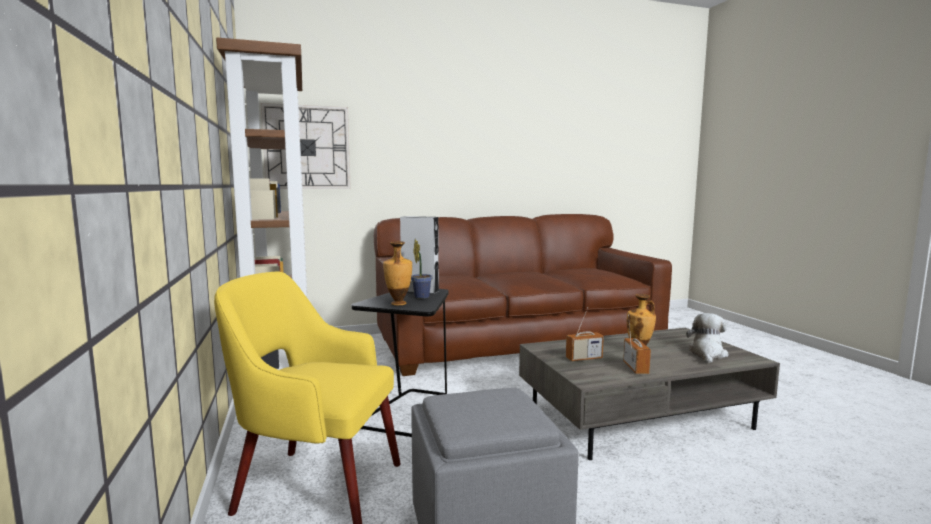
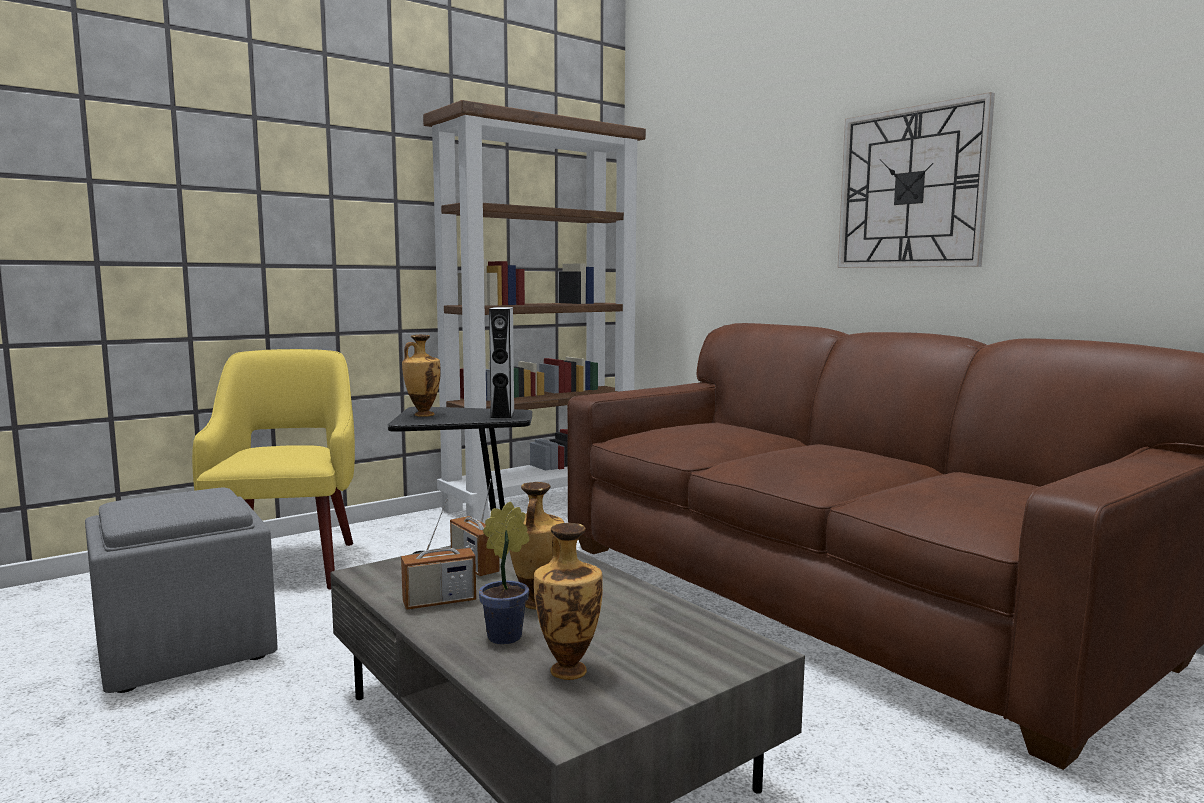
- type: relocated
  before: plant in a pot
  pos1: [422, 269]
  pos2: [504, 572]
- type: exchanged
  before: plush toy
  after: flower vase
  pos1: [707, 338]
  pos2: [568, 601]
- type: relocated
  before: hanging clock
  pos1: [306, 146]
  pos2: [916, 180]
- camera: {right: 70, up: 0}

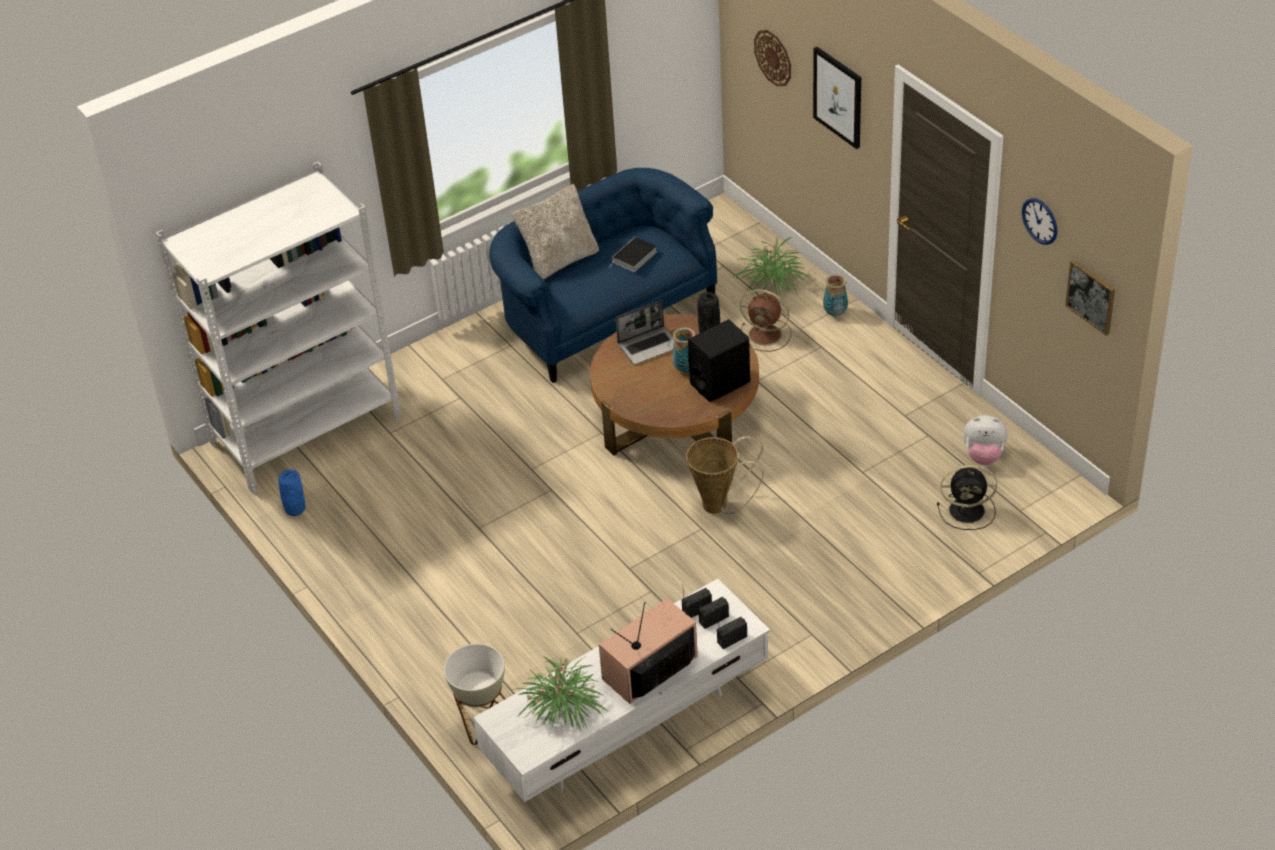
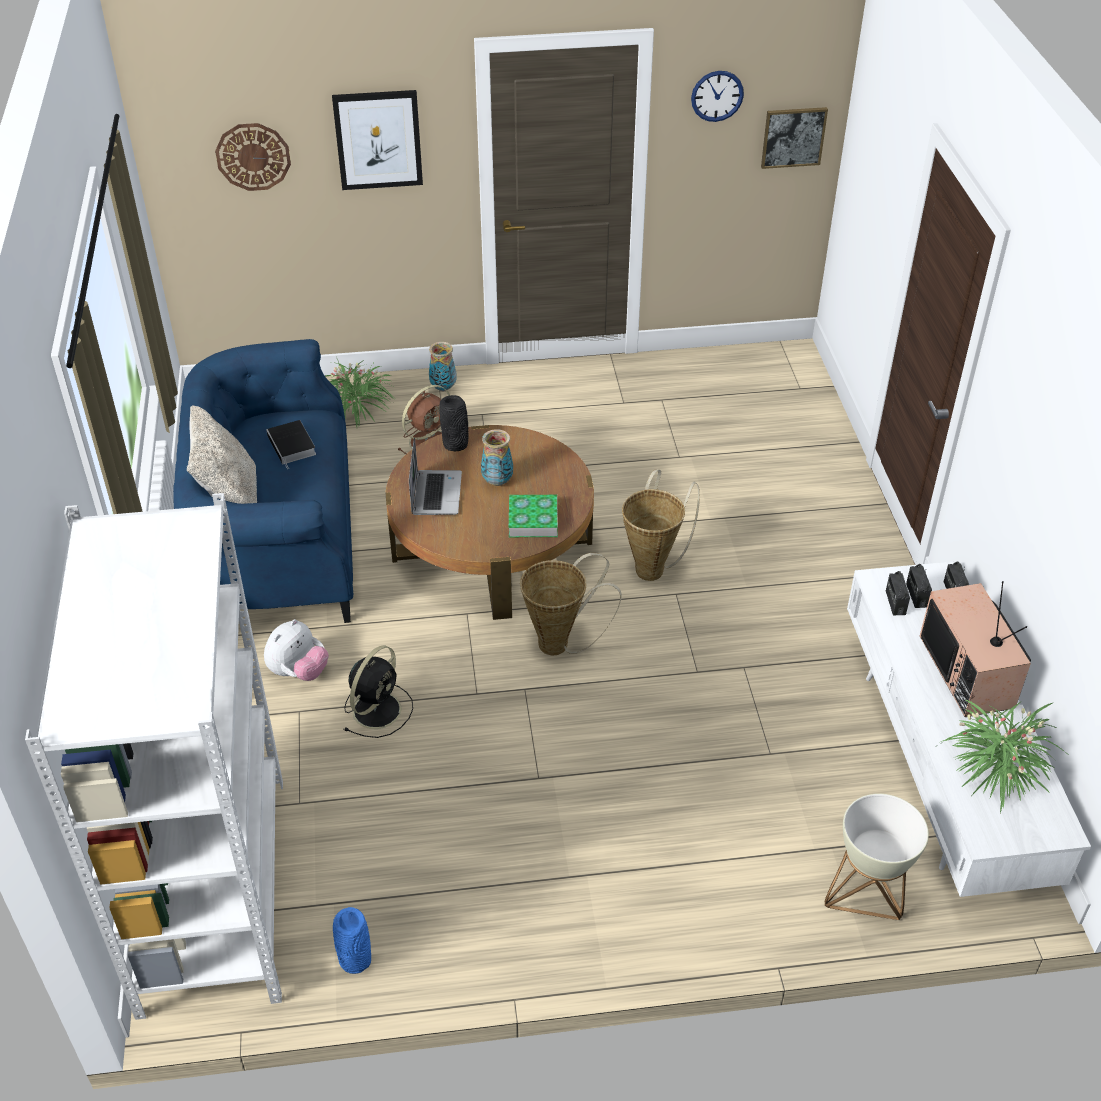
- type: relocated
  before: plush toy
  pos1: [985, 440]
  pos2: [296, 650]
- type: relocated
  before: blackish electric fan
  pos1: [967, 497]
  pos2: [378, 691]
- type: appeared
  after: bound book
  pos2: [533, 516]
- type: appeared
  after: storage basket
  pos2: [571, 604]
- type: missing
  before: blackish speaker
  pos1: [719, 360]
- camera: {right: -65, up: 0}

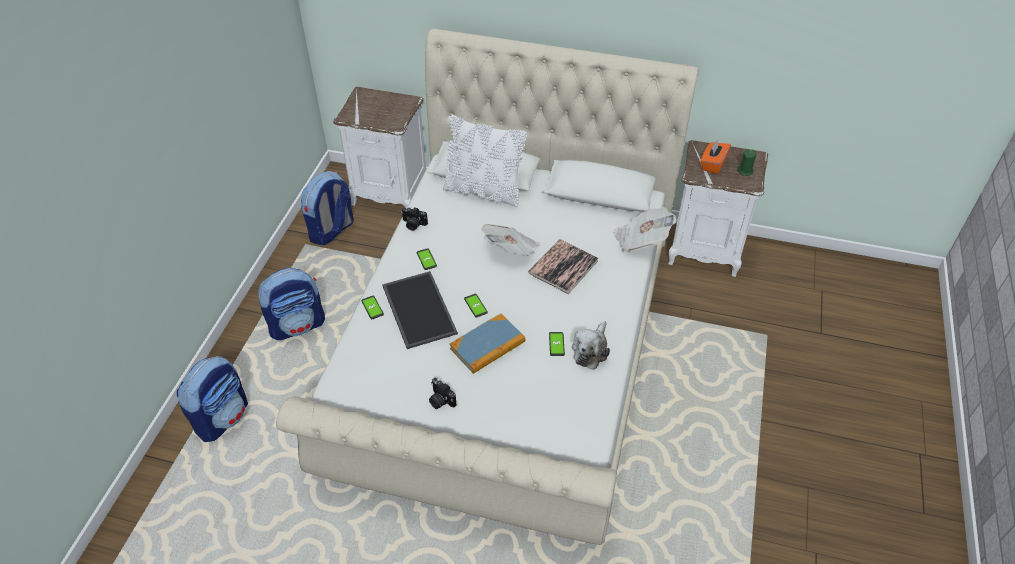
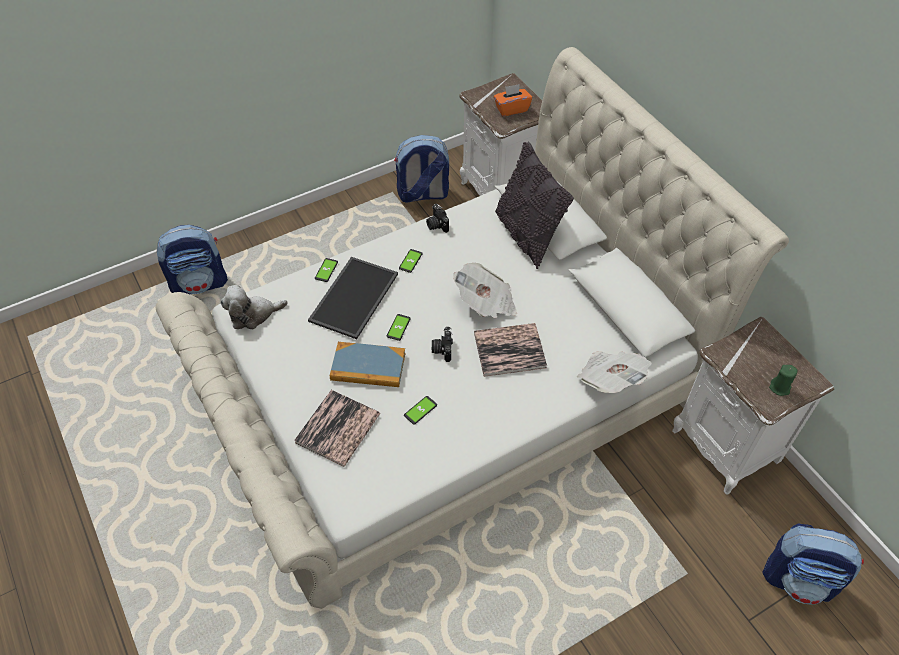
- type: relocated
  before: plush toy
  pos1: [591, 345]
  pos2: [254, 307]
- type: appeared
  after: bound book
  pos2: [337, 428]
- type: relocated
  before: photo camera
  pos1: [443, 393]
  pos2: [442, 344]
- type: relocated
  before: orange tissue holder
  pos1: [716, 157]
  pos2: [513, 100]
- type: colour
  before: whitish cushion
  after: blackish cushion
  pos1: [485, 161]
  pos2: [534, 205]
- type: relocated
  before: rucksack
  pos1: [291, 304]
  pos2: [813, 564]
- camera: {right: 45, up: 5}

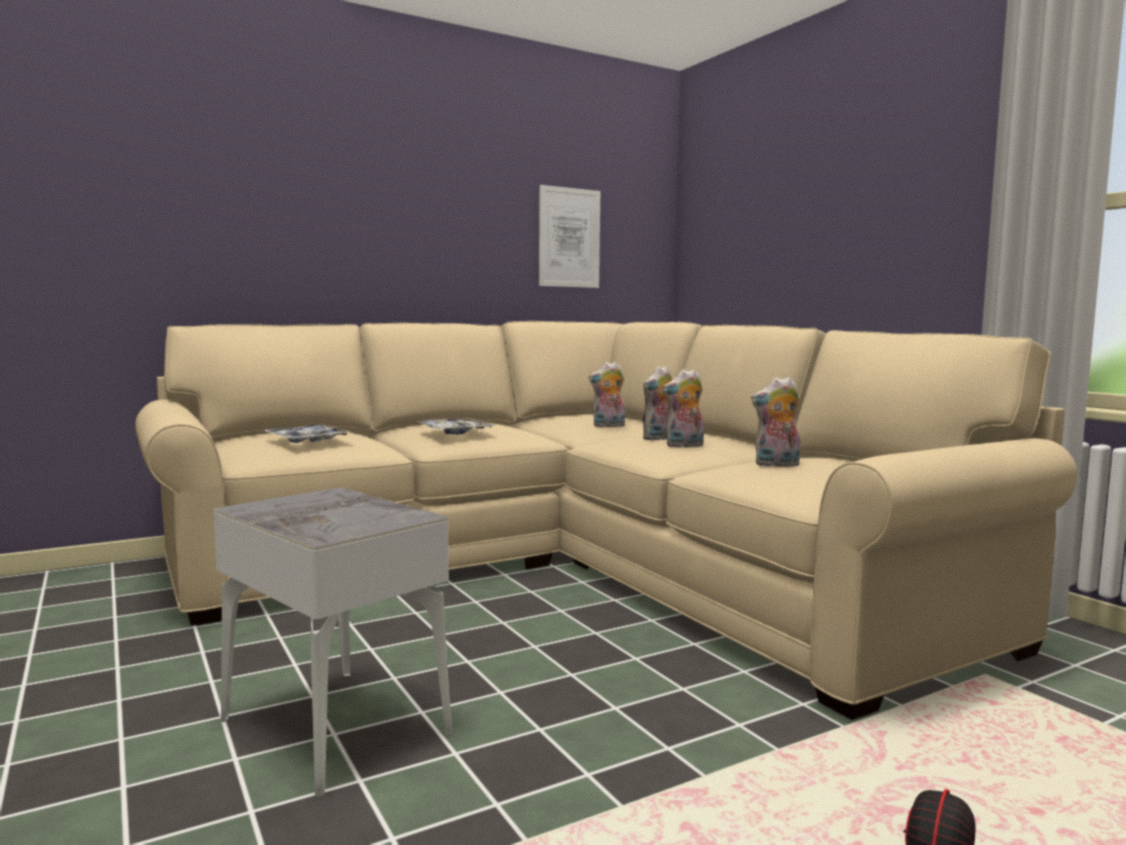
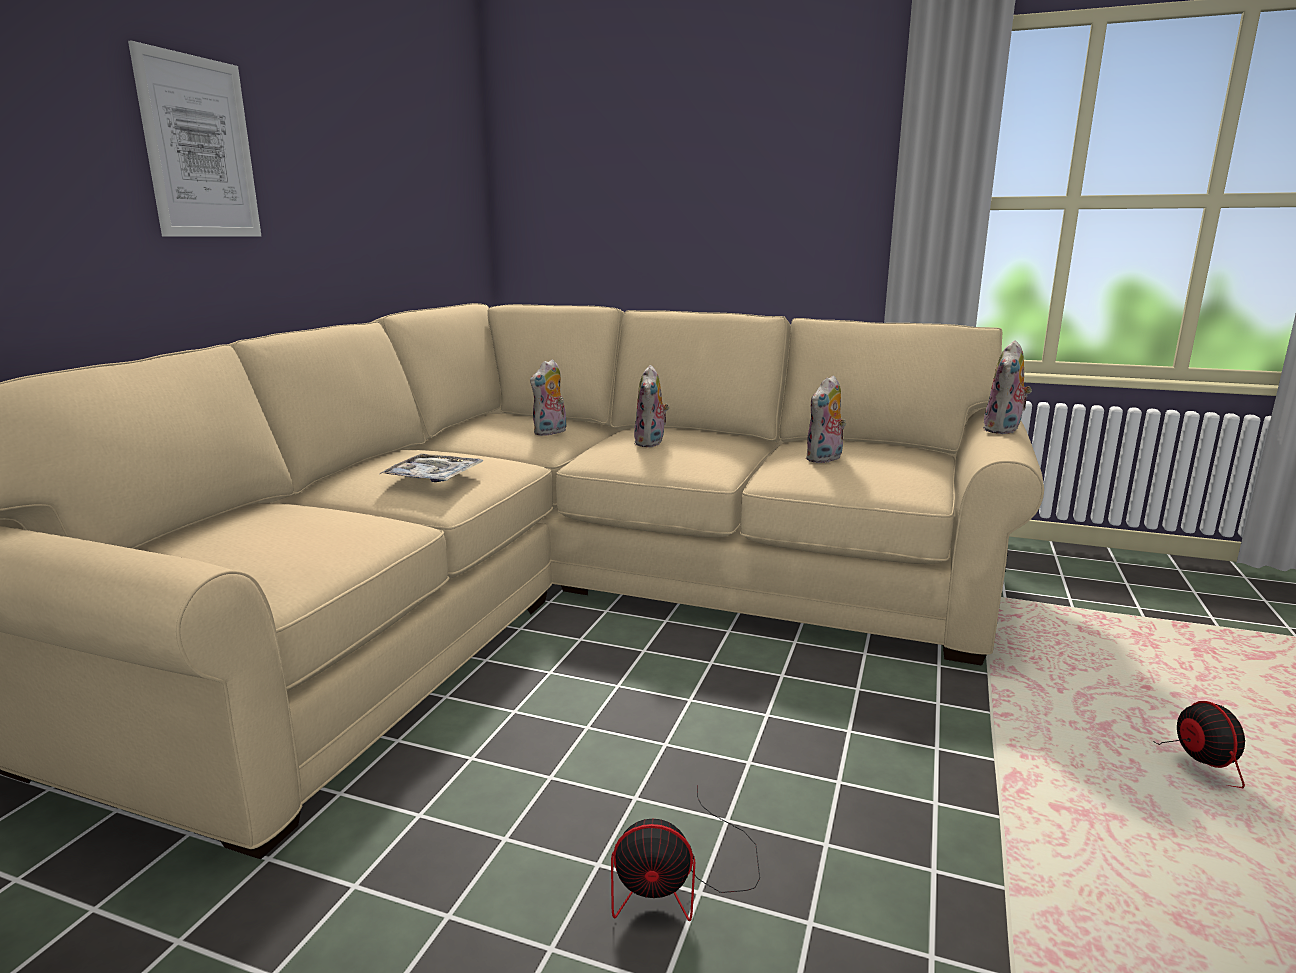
- type: relocated
  before: wall picture
  pos1: [569, 236]
  pos2: [194, 139]
- type: exchanged
  before: end table
  after: electric fan
  pos1: [332, 642]
  pos2: [685, 853]
- type: relocated
  before: plush toy
  pos1: [683, 408]
  pos2: [1007, 387]
- type: missing
  before: serving tray
  pos1: [307, 433]
- camera: {right: -40, up: 10}

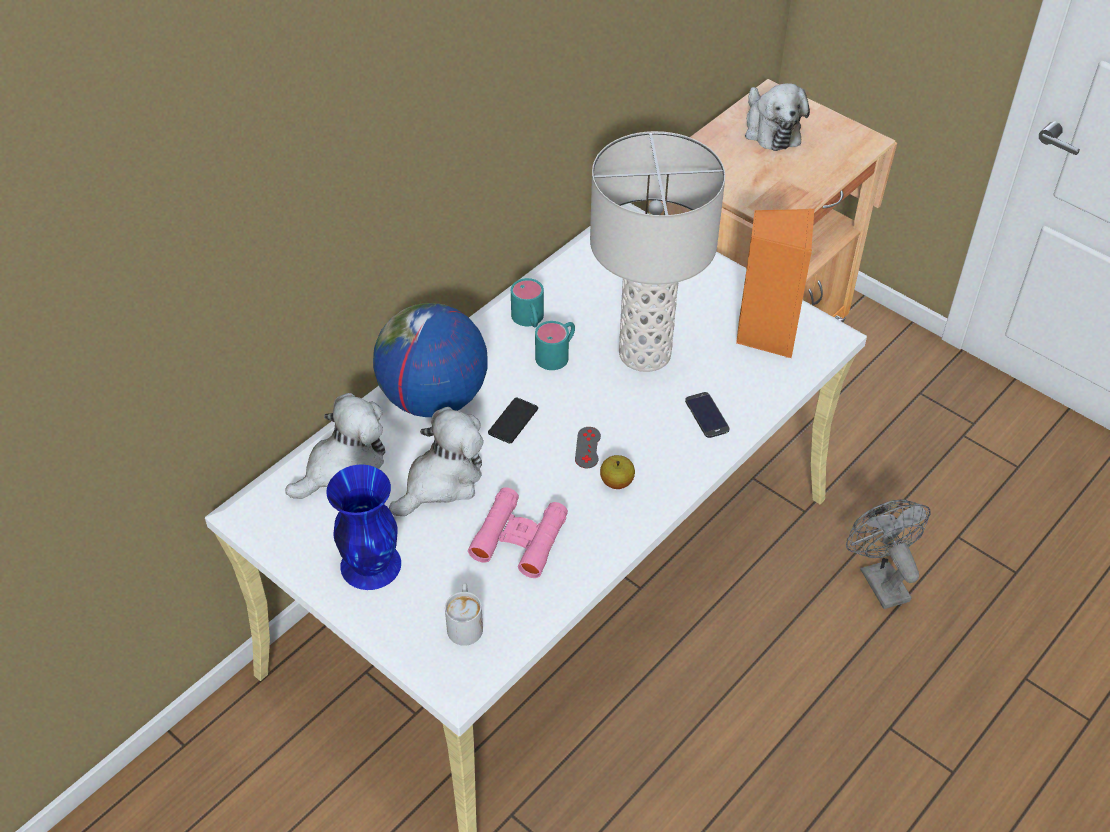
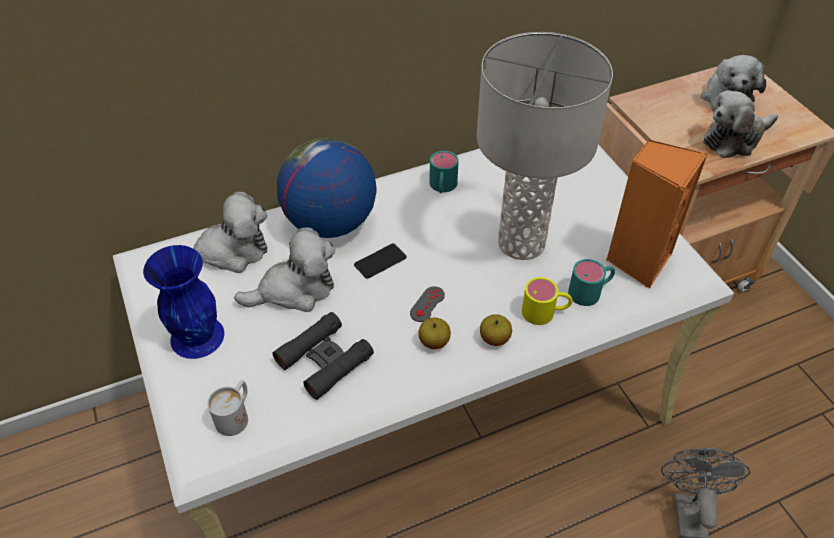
- type: colour
  before: pink pair of binoculars
  after: blackish pair of binoculars
  pos1: [518, 532]
  pos2: [323, 356]
- type: appeared
  after: apple fruit
  pos2: [496, 330]
- type: exchanged
  before: phone
  after: yellow coffee mug
  pos1: [707, 415]
  pos2: [547, 301]
- type: relocated
  before: turquoise coffee mug
  pos1: [555, 345]
  pos2: [591, 282]
- type: appeared
  after: plush toy
  pos2: [740, 124]
- camera: {right: 25, up: 0}

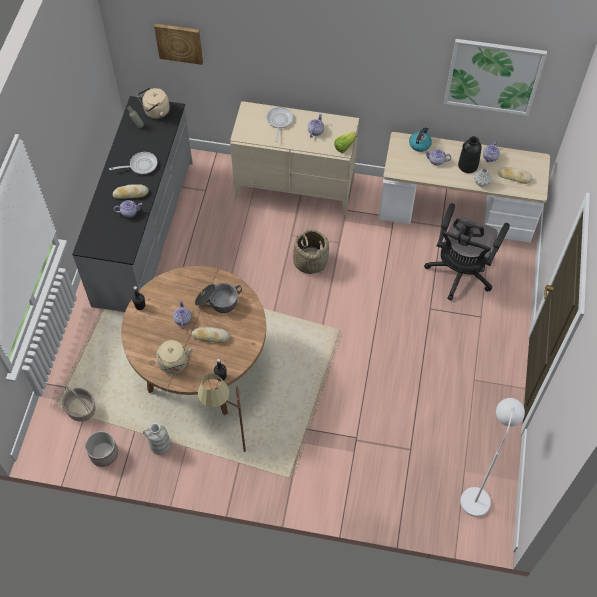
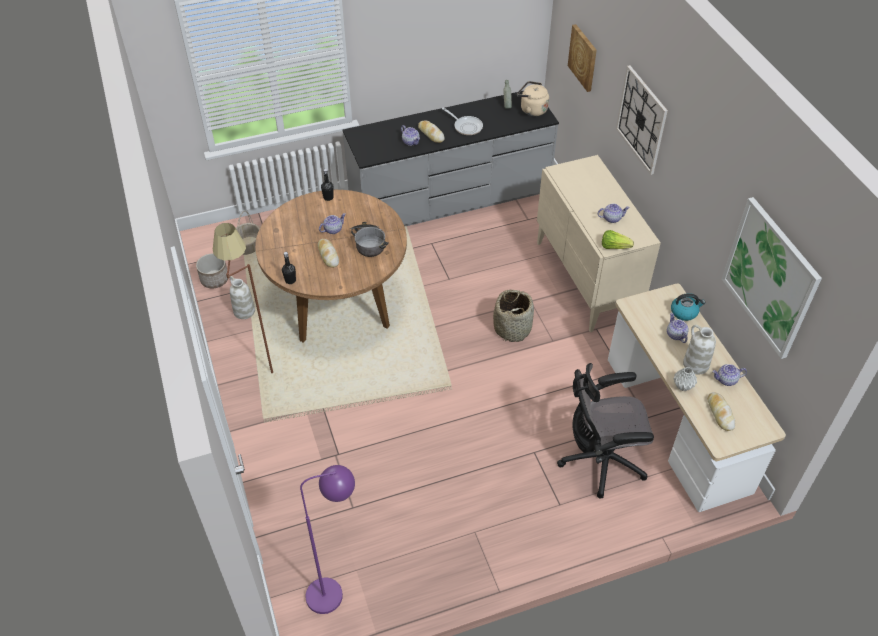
- type: colour
  before: whitish floor lamp
  after: purple floor lamp
  pos1: [492, 457]
  pos2: [327, 539]
- type: appeared
  after: hanging clock
  pos2: [642, 120]
- type: colour
  before: blackish flower vase
  after: whitish flower vase
  pos1: [469, 154]
  pos2: [699, 350]
- type: missing
  before: sand-coloured tea kettle
  pos1: [174, 357]
- type: missing
  before: frying pan
  pos1: [280, 124]
- camera: {right: 60, up: -10}

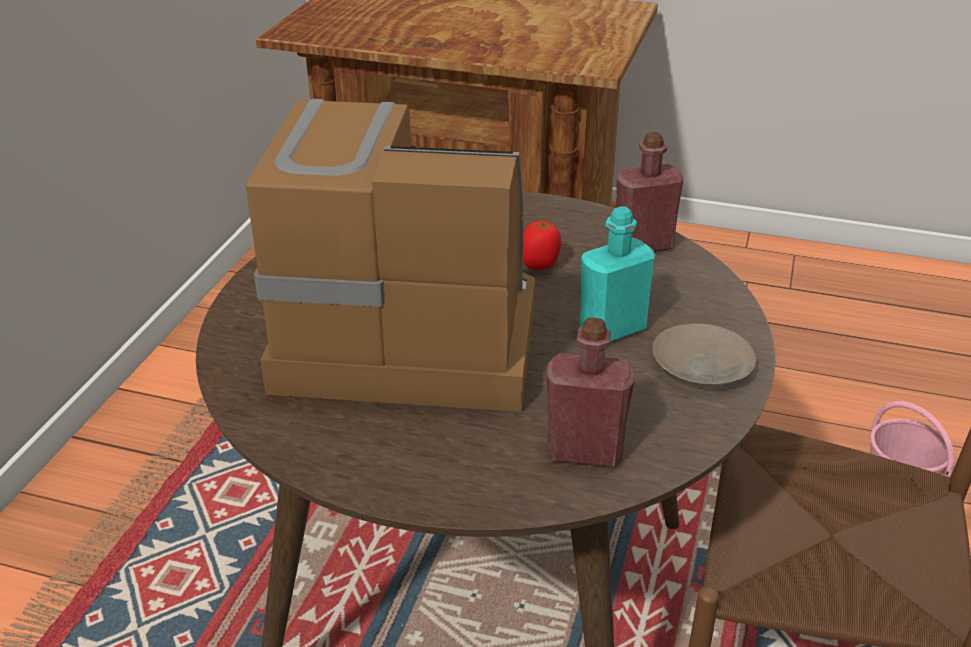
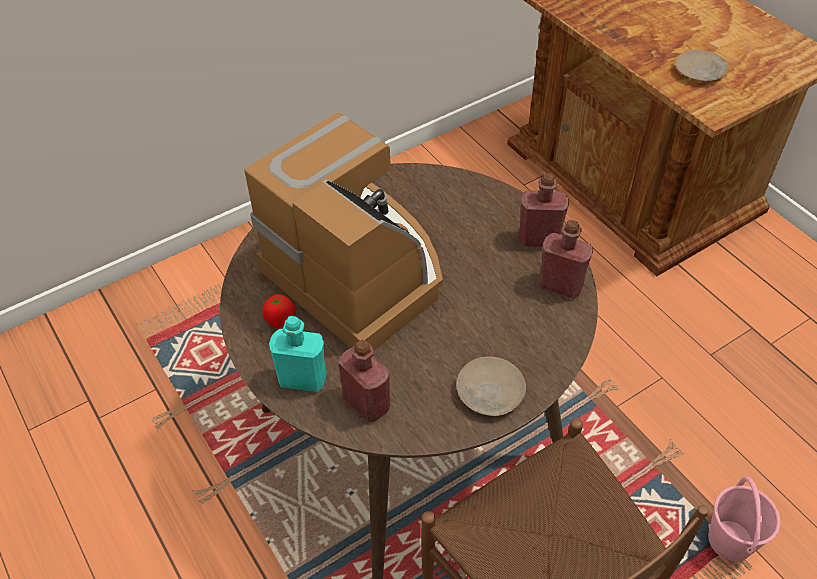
- type: relocated
  before: fresh tomato
  pos1: [542, 245]
  pos2: [279, 311]
- type: relocated
  before: turquoise bottle
  pos1: [617, 274]
  pos2: [298, 354]
- type: appeared
  after: reddish bottle
  pos2: [544, 210]
- type: appeared
  after: sand-coloured dinner plate
  pos2: [701, 65]
- camera: {right: 40, up: 15}

